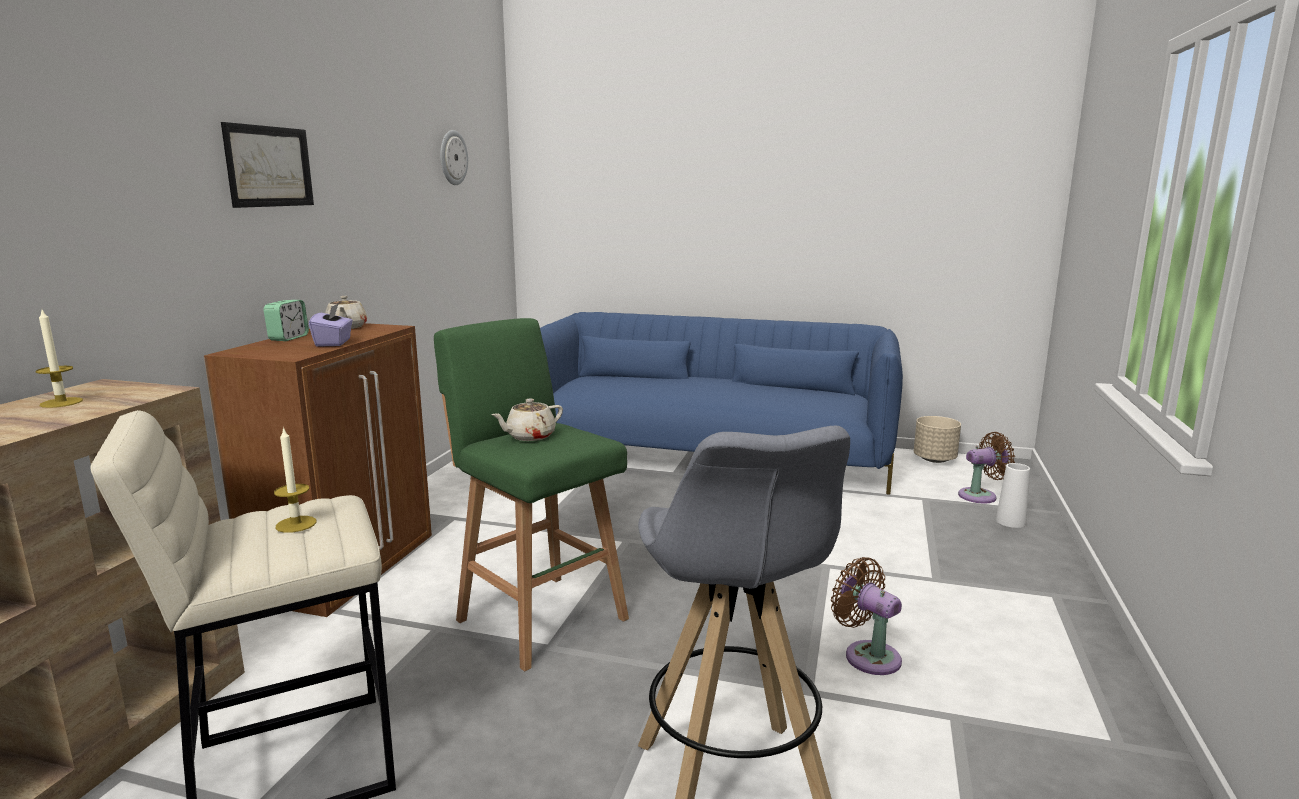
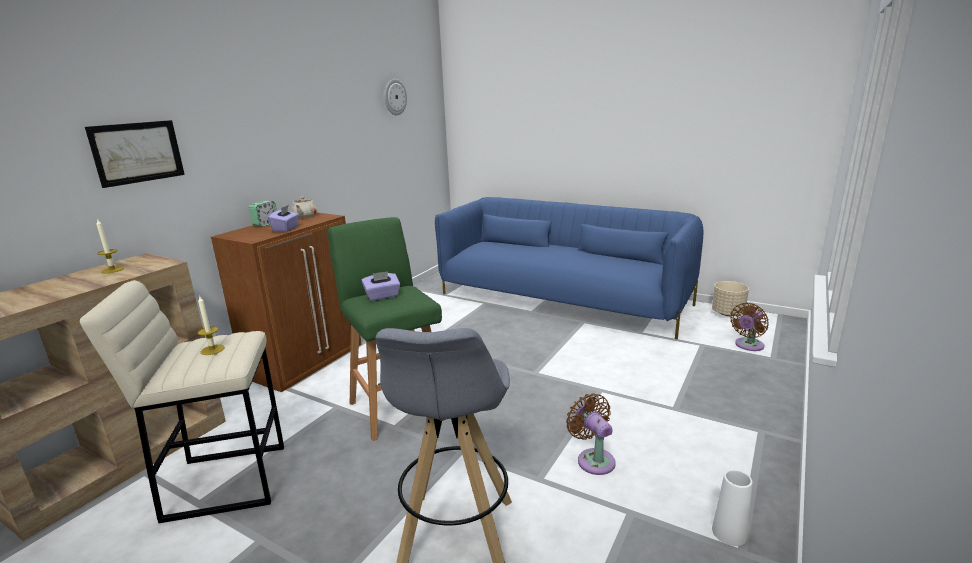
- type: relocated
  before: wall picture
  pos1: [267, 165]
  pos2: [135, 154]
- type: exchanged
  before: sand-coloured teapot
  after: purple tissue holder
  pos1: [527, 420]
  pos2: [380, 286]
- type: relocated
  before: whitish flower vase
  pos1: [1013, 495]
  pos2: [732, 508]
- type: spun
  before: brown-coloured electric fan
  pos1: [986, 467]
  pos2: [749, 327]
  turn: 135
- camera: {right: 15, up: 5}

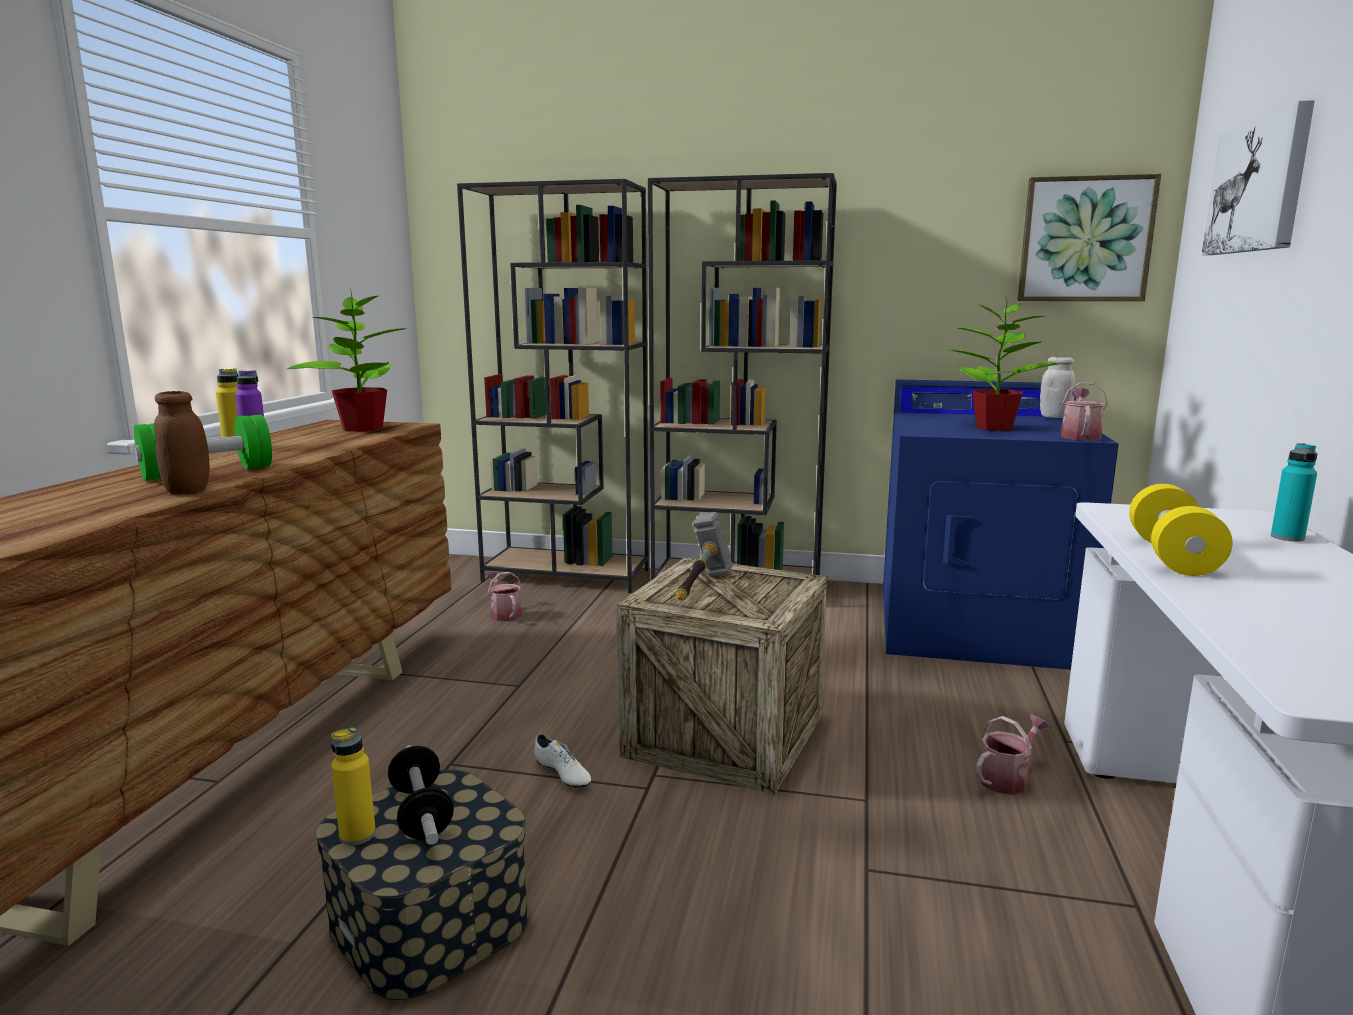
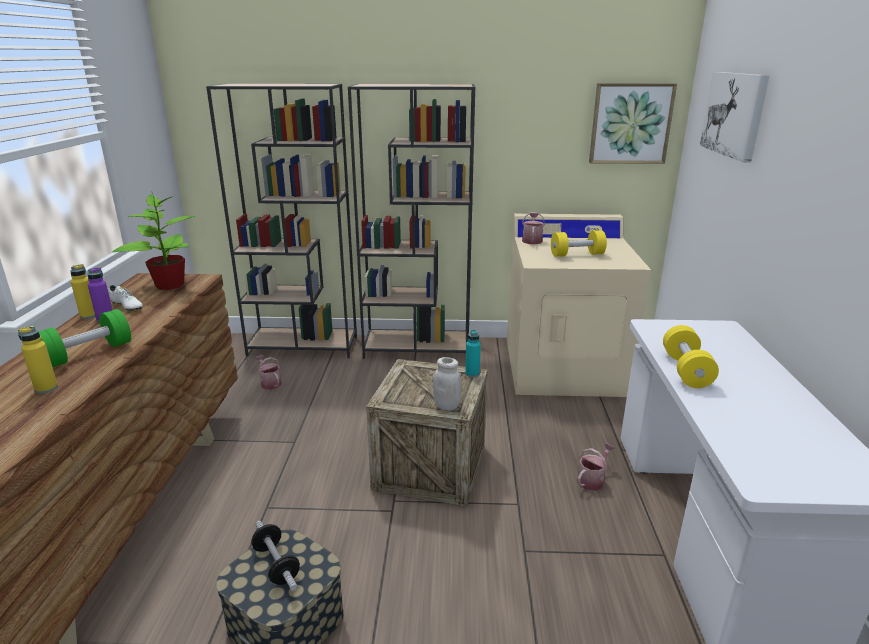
- type: relocated
  before: yellow bottle
  pos1: [353, 786]
  pos2: [38, 360]
- type: relocated
  before: whitish item of footwear
  pos1: [562, 761]
  pos2: [126, 298]
- type: relocated
  before: whitish storage jar
  pos1: [1057, 387]
  pos2: [447, 384]
- type: relocated
  before: turquoise bottle
  pos1: [1294, 492]
  pos2: [473, 353]
- type: colour
  before: blue-coloured laundry machine
  after: sand-coloured laundry machine
  pos1: [1001, 524]
  pos2: [579, 305]
- type: relocated
  before: sprinkling can
  pos1: [1084, 411]
  pos2: [533, 228]
- type: exchanged
  before: plant in a pot
  after: yellow hand weight
  pos1: [1006, 364]
  pos2: [579, 243]
- type: missing
  before: brown-coloured storage jar
  pos1: [182, 442]
- type: missing
  before: tool hammer
  pos1: [704, 556]
- camera: {right: -10, up: 10}

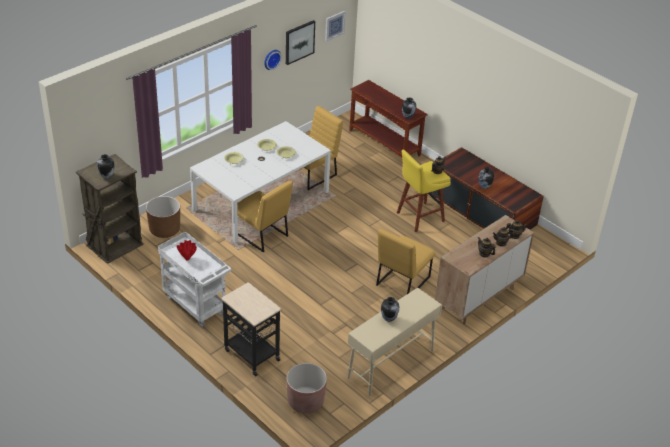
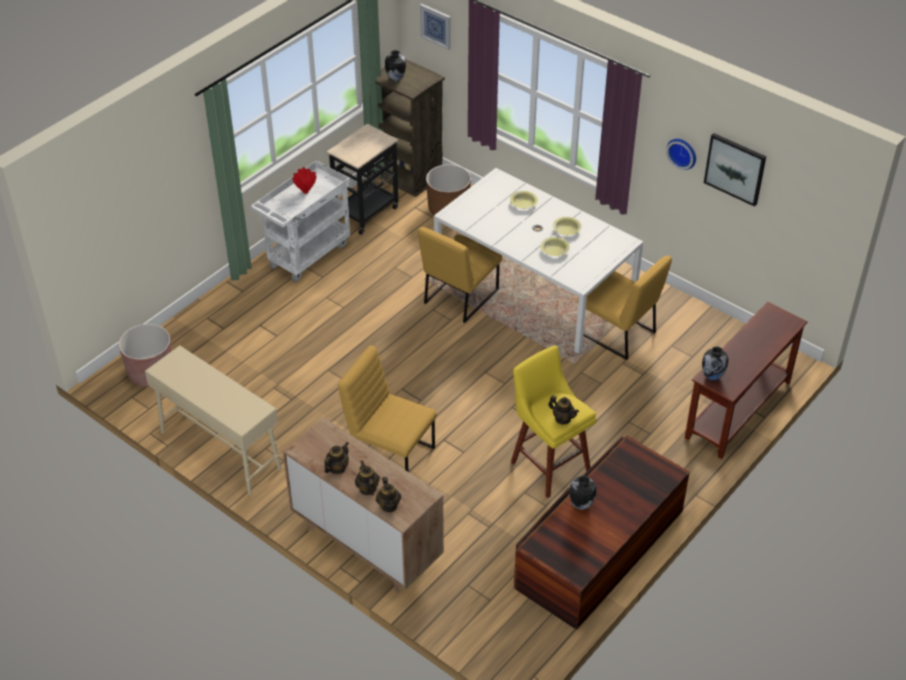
- type: relocated
  before: wheeled cart
  pos1: [251, 329]
  pos2: [362, 179]
- type: relocated
  before: wall picture
  pos1: [335, 26]
  pos2: [435, 27]
- type: missing
  before: flower vase
  pos1: [390, 309]
- camera: {right: 85, up: 5}

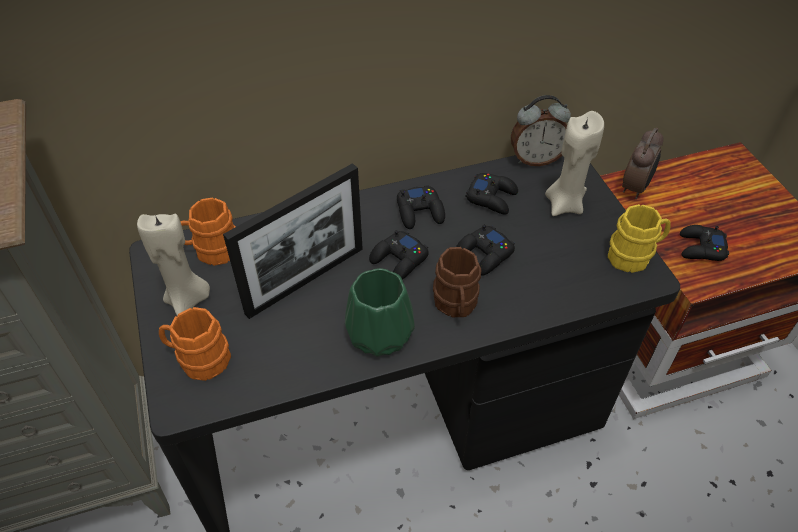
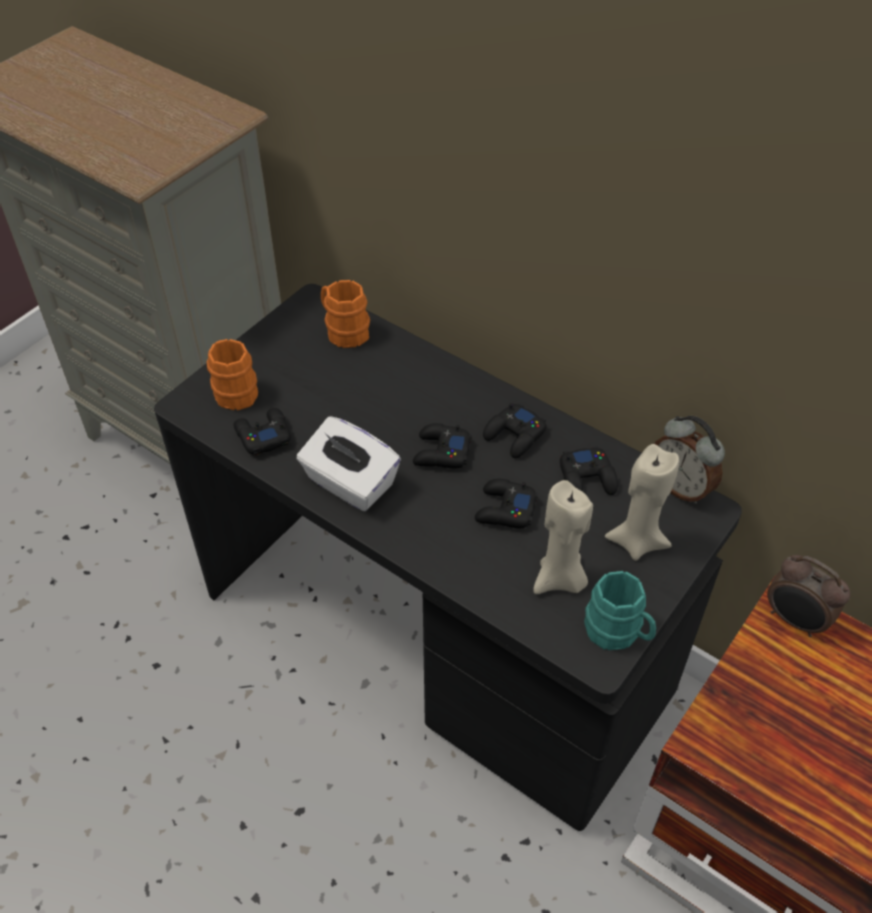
- type: relocated
  before: blackish joypad
  pos1: [704, 243]
  pos2: [262, 431]
- type: exchanged
  before: green-coloured flower vase
  after: whitish tissue holder
  pos1: [380, 312]
  pos2: [348, 463]
- type: relocated
  before: sand-coloured wax candle
  pos1: [173, 264]
  pos2: [563, 537]
- type: colour
  before: yellow coffee mug
  after: turquoise coffee mug
  pos1: [639, 238]
  pos2: [620, 610]
- type: spun
  before: alarm clock
  pos1: [642, 163]
  pos2: [808, 596]
  turn: 45
- type: missing
  before: photo frame
  pos1: [293, 241]
- type: missing
  before: brown-coloured coffee mug
  pos1: [457, 282]
- camera: {right: 55, up: 0}

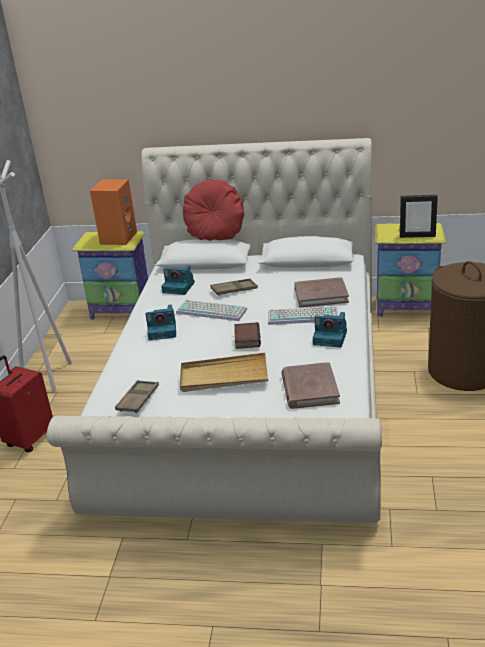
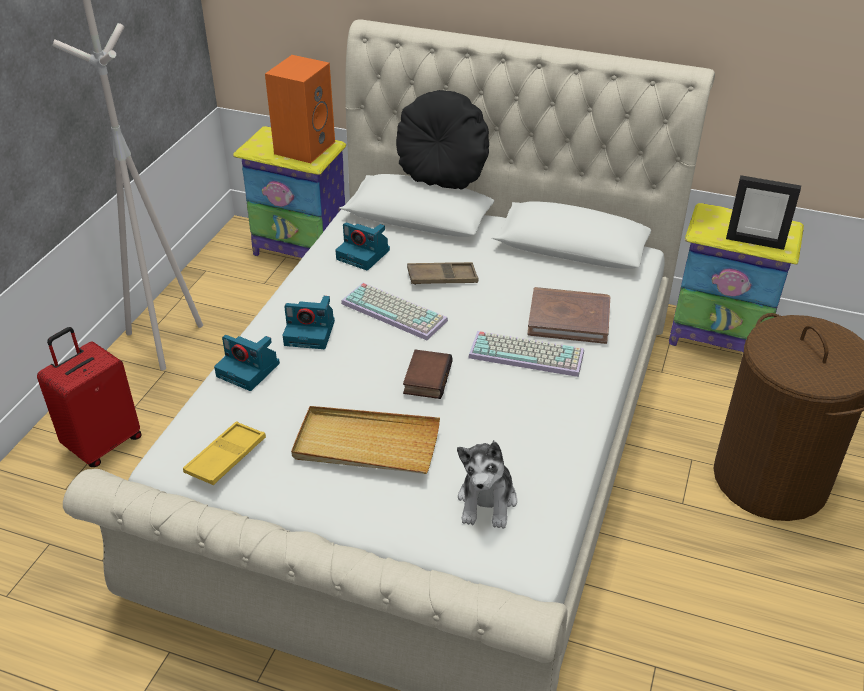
- type: colour
  before: brown-coloured serving tray
  after: yellow serving tray
  pos1: [137, 396]
  pos2: [224, 453]
- type: relocated
  before: photo camera
  pos1: [330, 329]
  pos2: [247, 363]
- type: colour
  before: reddish cushion
  after: blackish cushion
  pos1: [213, 210]
  pos2: [442, 139]
- type: exchanged
  before: brown-coloured bound book
  after: plush toy
  pos1: [310, 385]
  pos2: [487, 484]
- camera: {right: 10, up: 10}

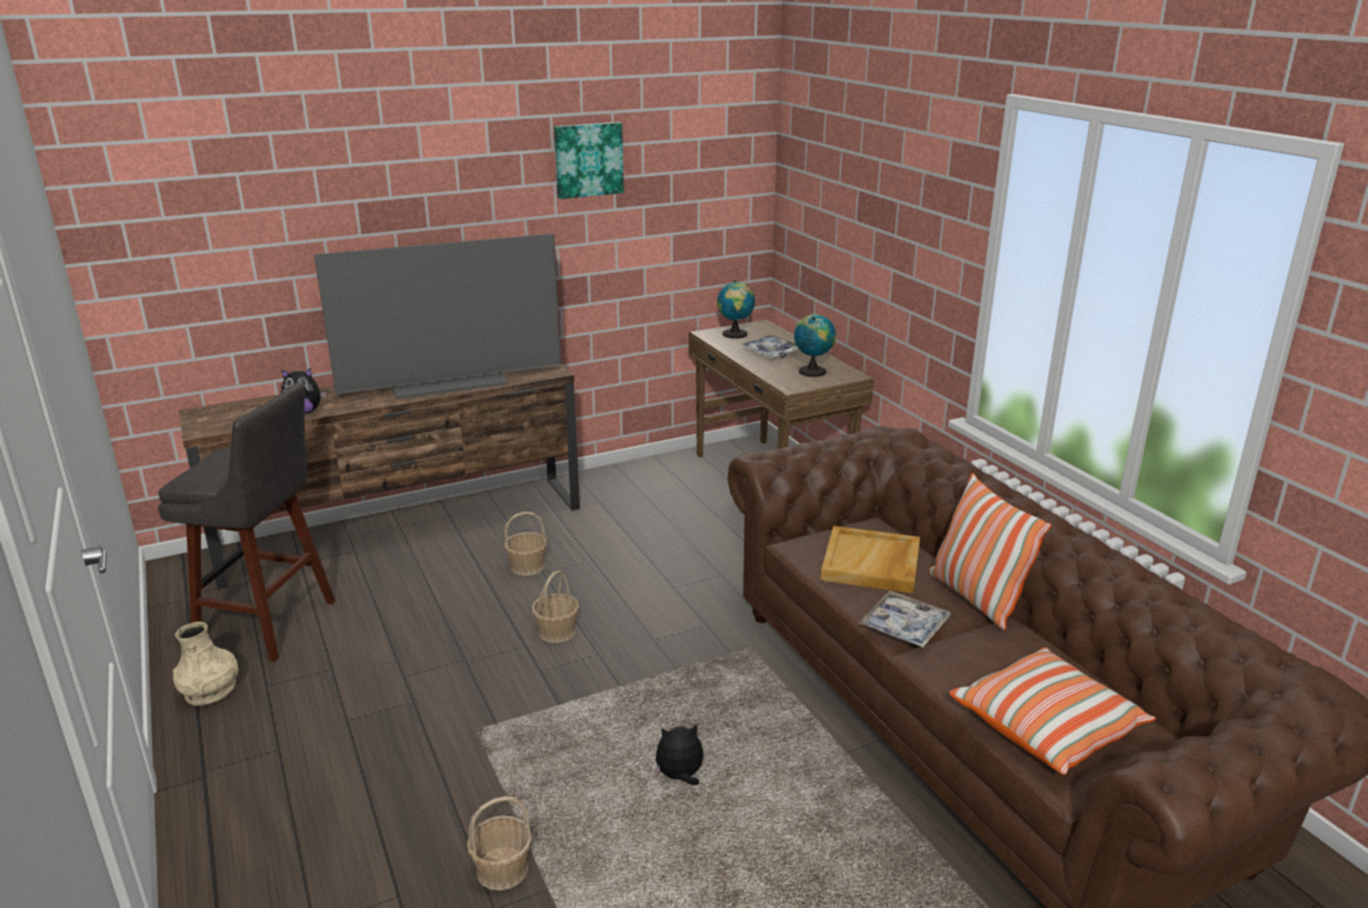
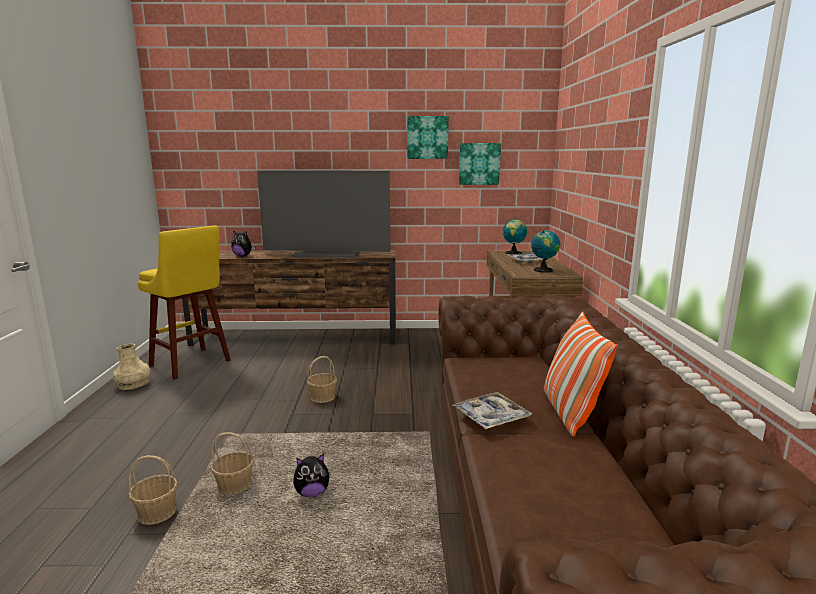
- type: colour
  before: greyish sitting stool
  after: yellow sitting stool
  pos1: [246, 522]
  pos2: [184, 303]
- type: relocated
  before: storage basket
  pos1: [525, 544]
  pos2: [232, 463]
- type: spun
  before: plush toy
  pos1: [678, 754]
  pos2: [312, 475]
  turn: 150
- type: appeared
  after: wall picture
  pos2: [480, 164]
- type: missing
  before: sand-coloured serving tray
  pos1: [870, 559]
- type: missing
  before: cushion
  pos1: [1052, 711]
- camera: {right: 25, up: -10}

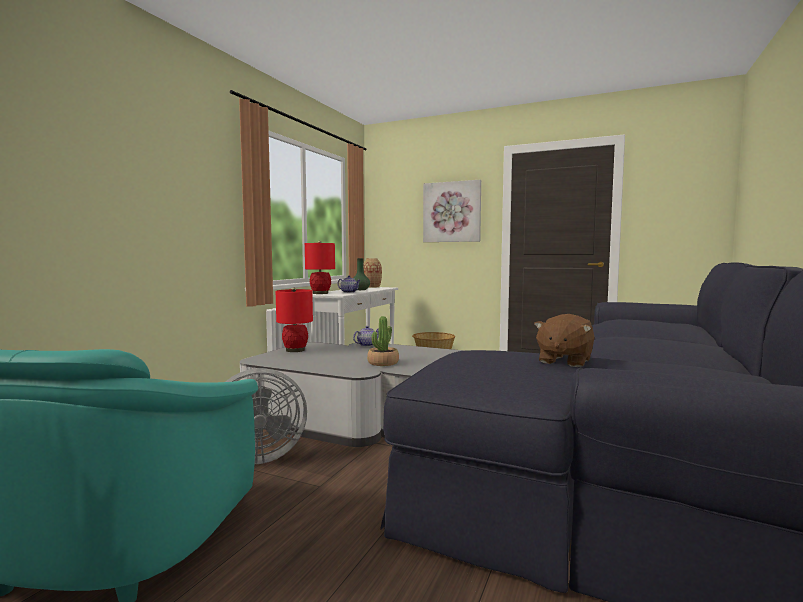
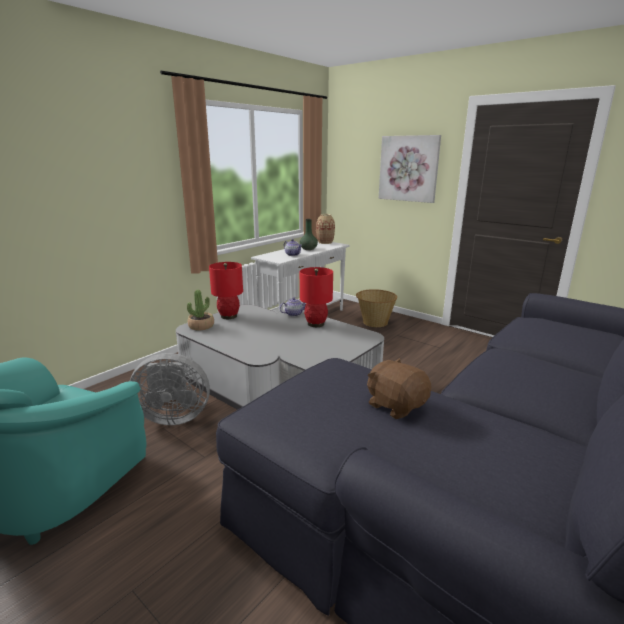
- type: relocated
  before: plant in a pot
  pos1: [383, 341]
  pos2: [200, 310]
- type: relocated
  before: reddish table lamp
  pos1: [320, 267]
  pos2: [316, 297]
- type: spun
  before: brown-coloured plush toy
  pos1: [564, 340]
  pos2: [399, 388]
  turn: 90
- camera: {right: 15, up: 15}

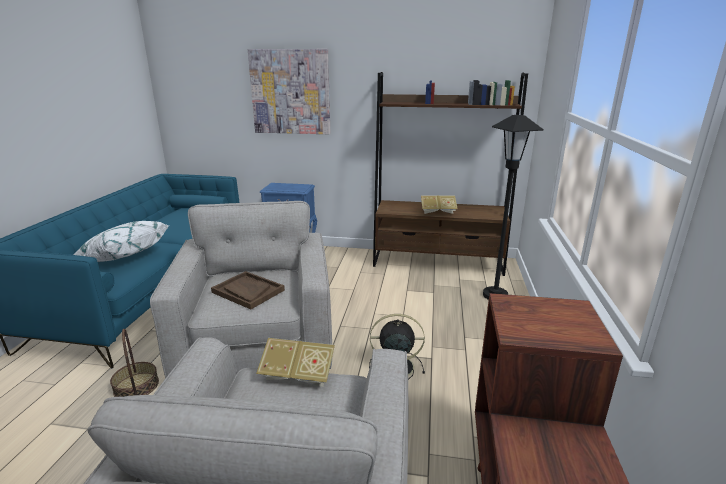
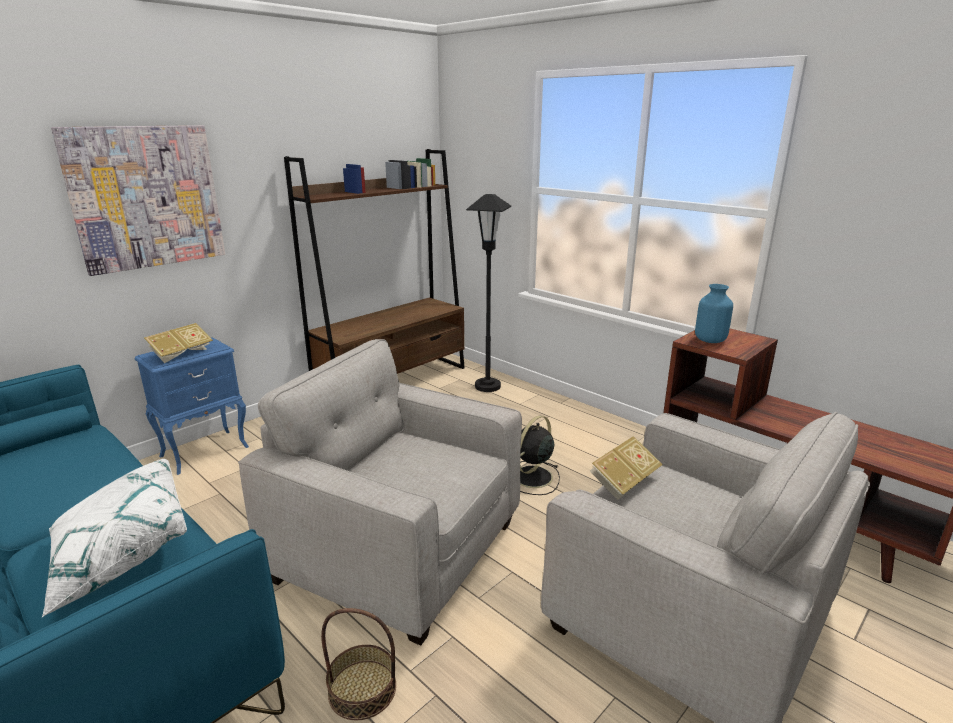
- type: relocated
  before: bound book
  pos1: [439, 204]
  pos2: [178, 343]
- type: appeared
  after: blue-coloured flower vase
  pos2: [714, 313]
- type: missing
  before: brown-coloured serving tray
  pos1: [248, 290]
- camera: {right: -55, up: 0}

